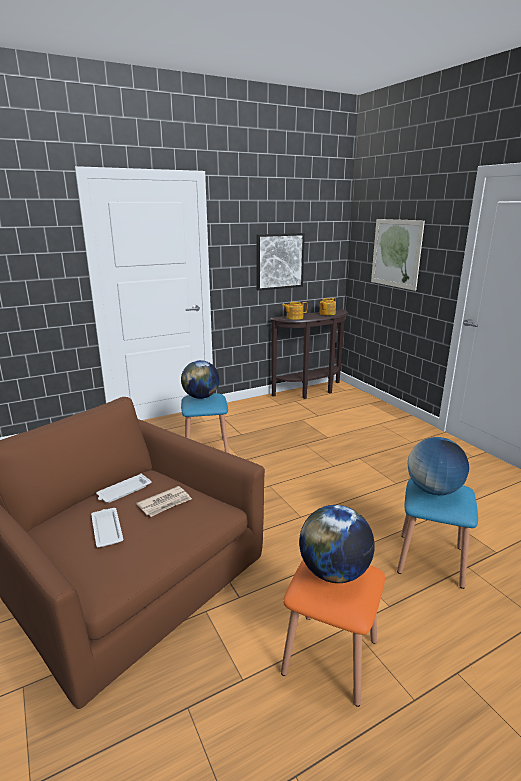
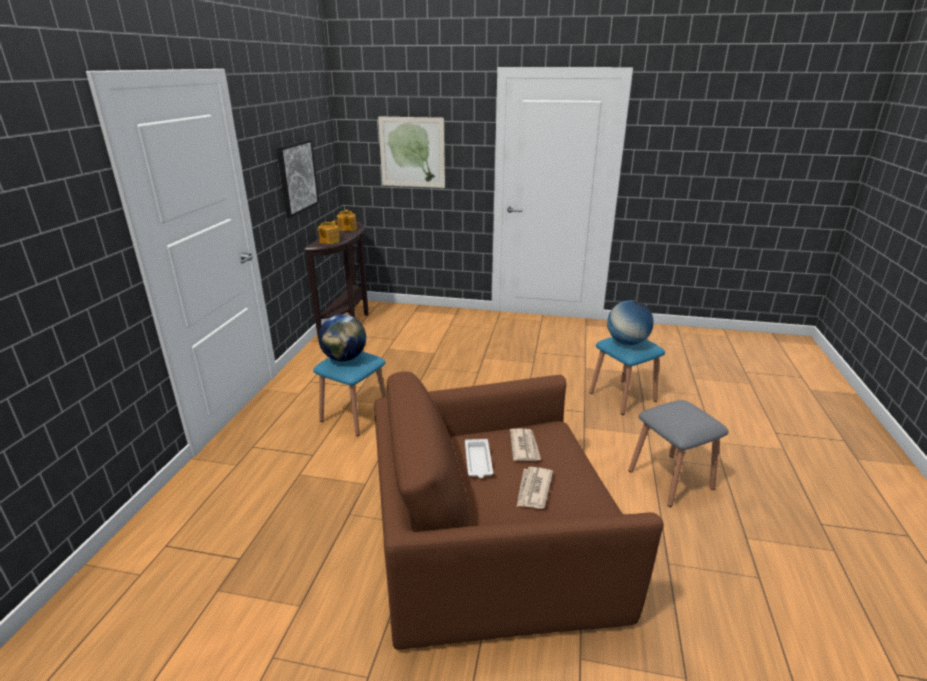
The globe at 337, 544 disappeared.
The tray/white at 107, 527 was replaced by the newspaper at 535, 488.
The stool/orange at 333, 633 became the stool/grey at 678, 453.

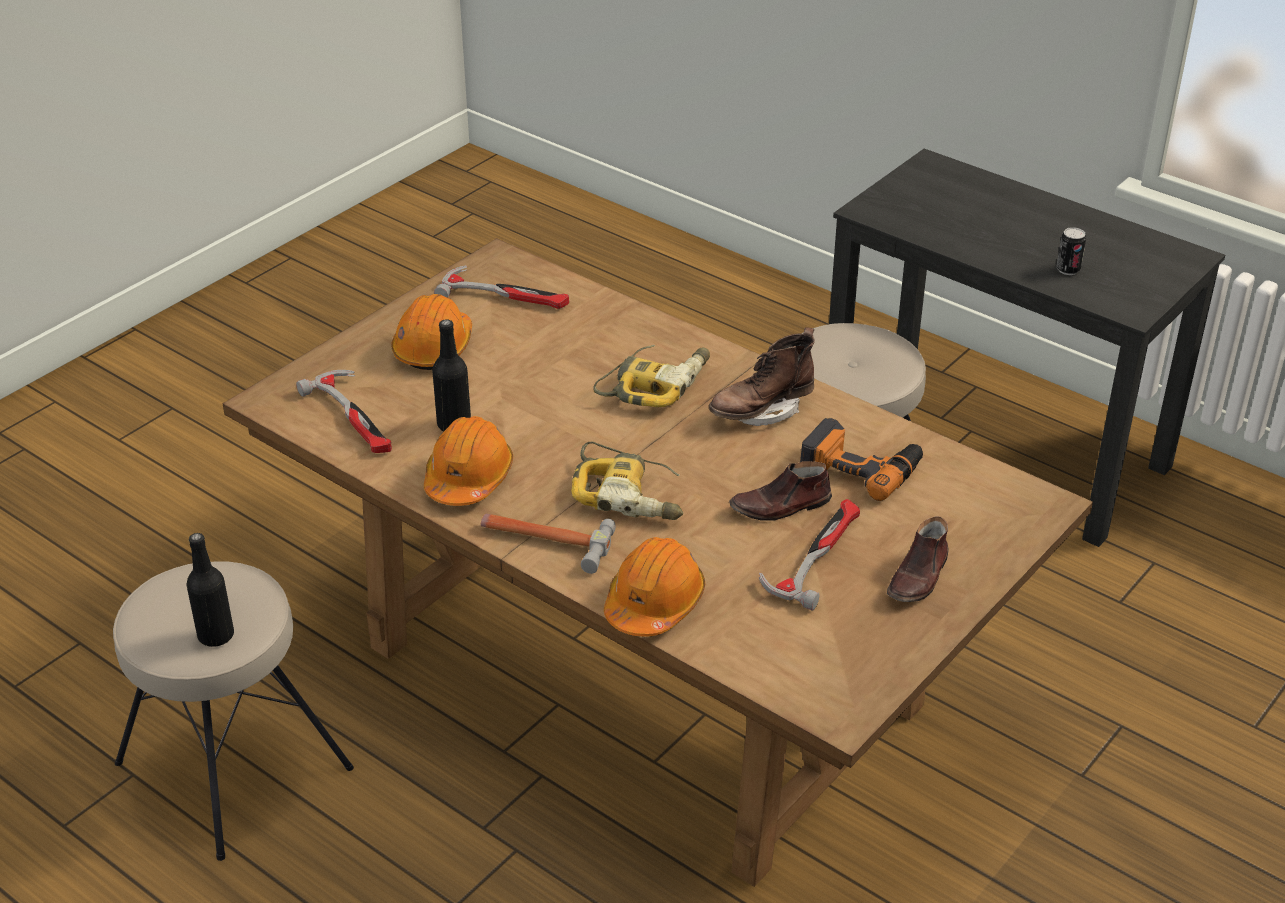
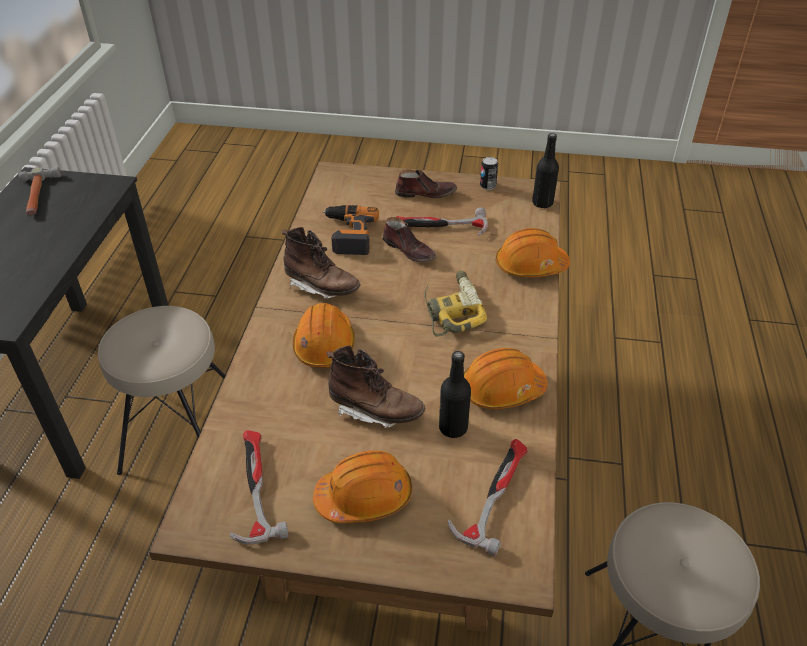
The boot/brown at 375, 387 appeared.
The bottle/black moved from 210, 590 to 545, 170.
The hammer moved from 548, 544 to 40, 191.
The can moved from 1071, 251 to 489, 173.
The power drill at 651, 376 was replaced by the hard hat/orange at 324, 335.

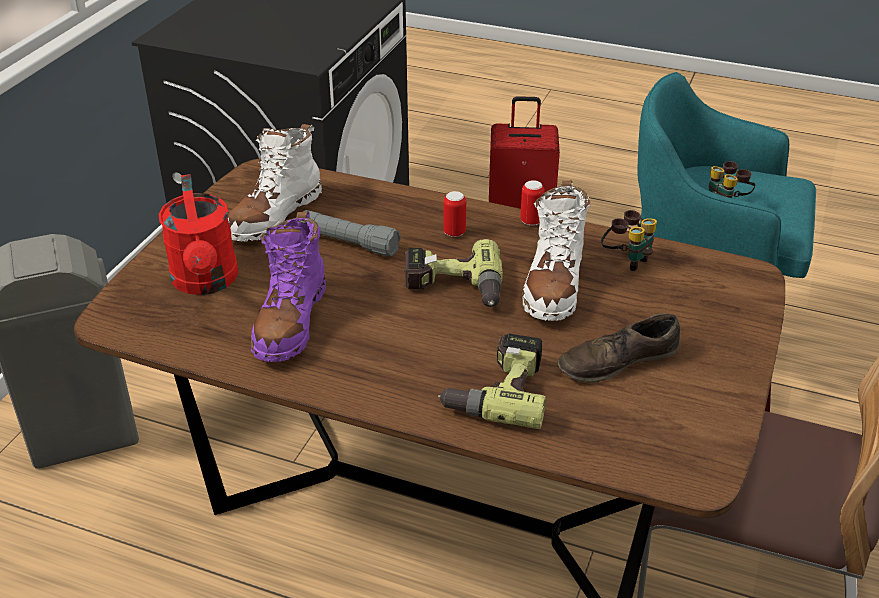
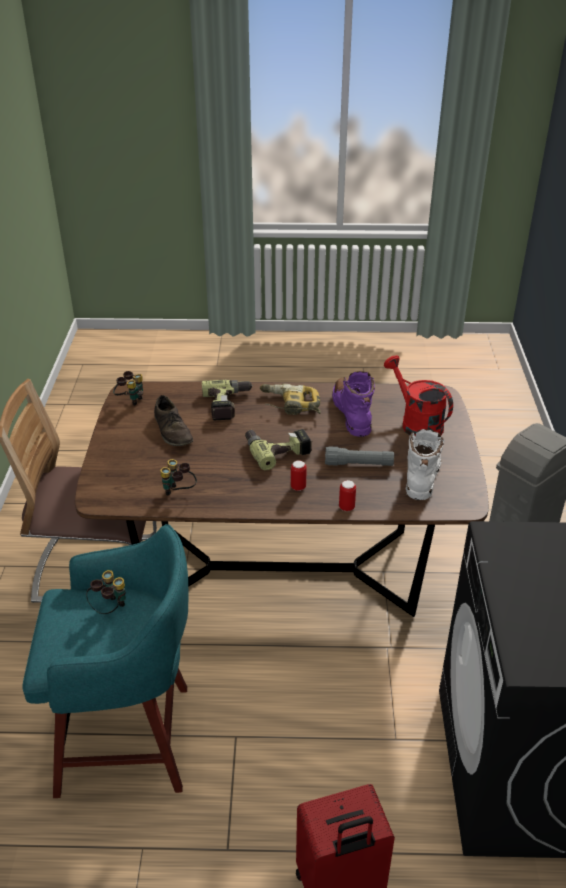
The boot/white at 556, 250 disappeared.
The binoculars at 128, 388 appeared.
The power drill at 290, 399 appeared.
The can moved from 532, 203 to 347, 495.
The shoe/brown at 618, 348 turned 105 degrees clockwise.

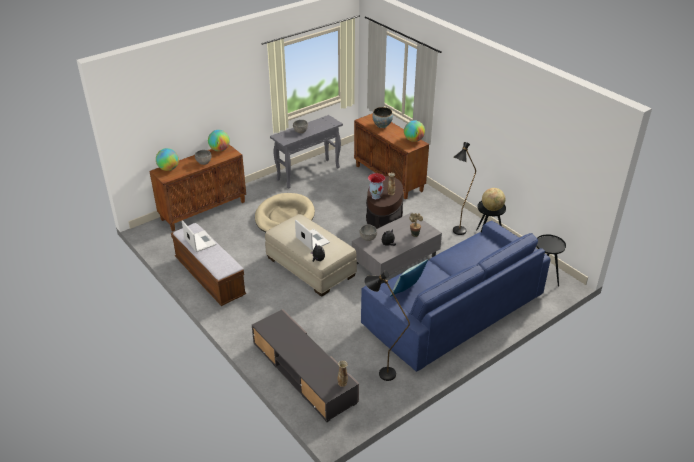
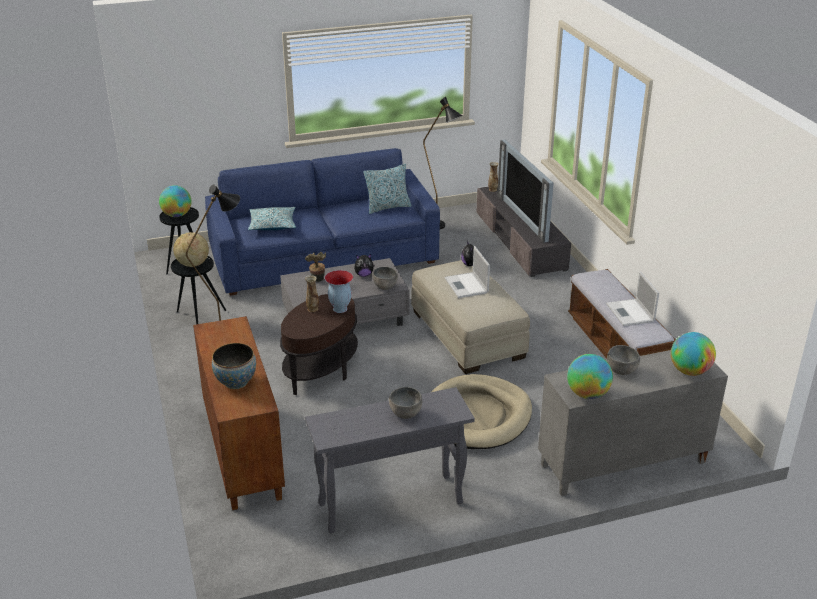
The pillow at 272, 218 appeared.
The television at 525, 191 appeared.
The globe moved from 414, 131 to 175, 201.
The cabinet/brown at 197, 188 became the cabinet/grey at 633, 423.

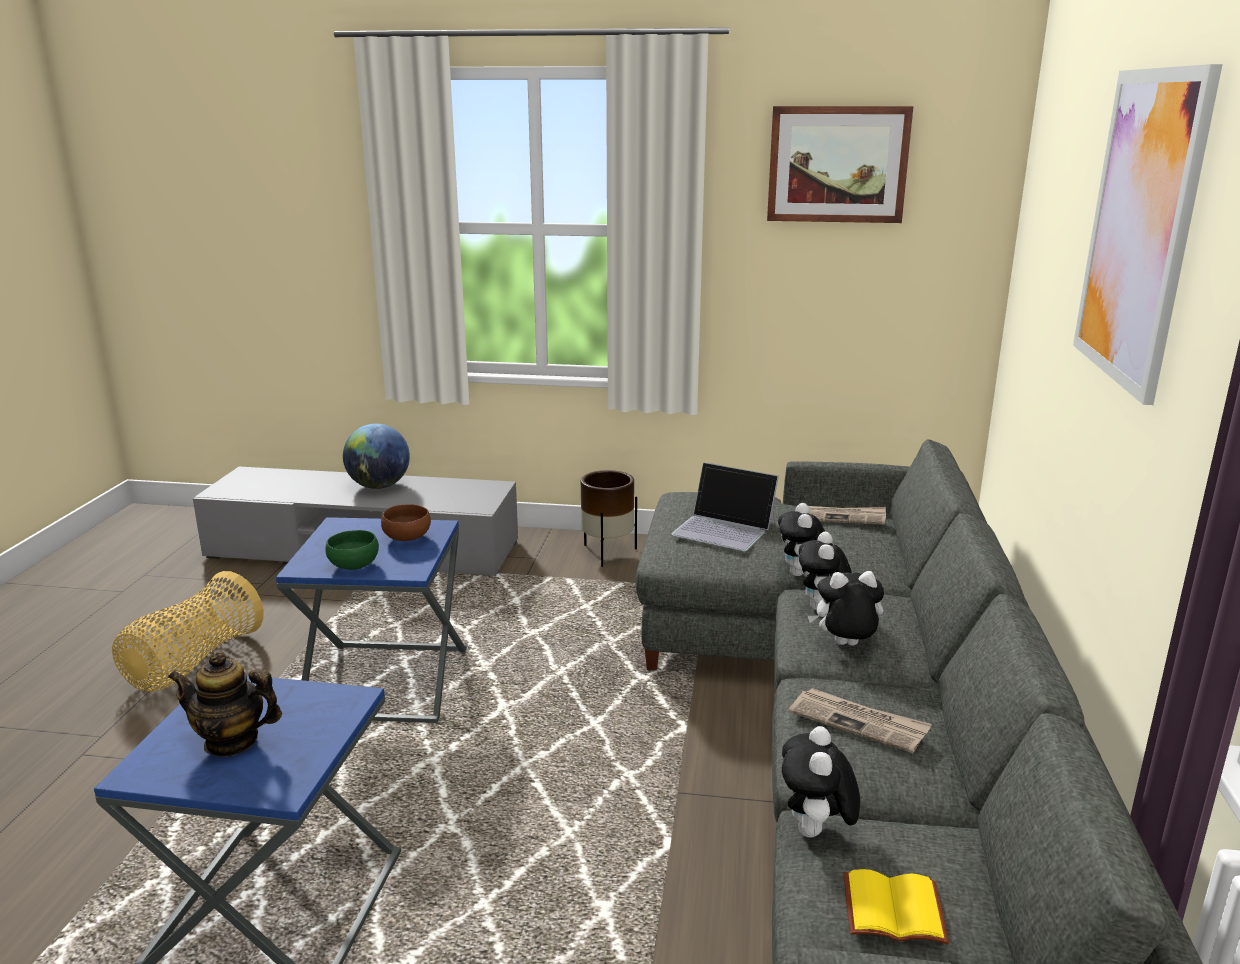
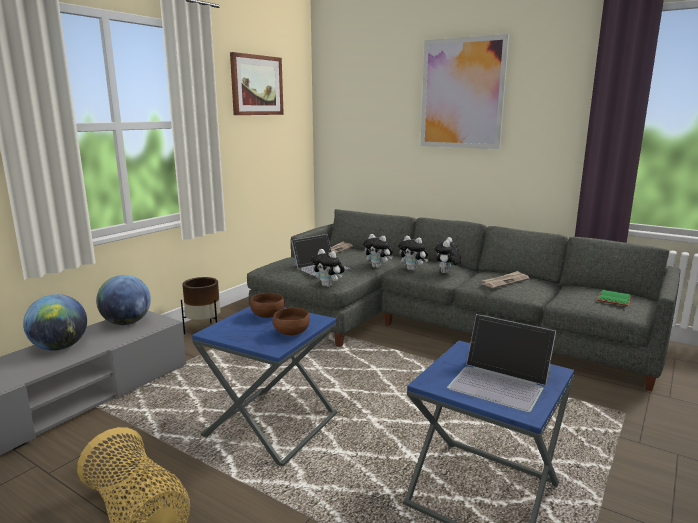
The globe at 123, 300 appeared.
The plush toy moved from 821, 782 to 328, 268.
The teapot at 225, 704 was replaced by the laptop at 501, 363.
The bowl/green at 352, 550 became the bowl/brown at 291, 321.
The book/yellow at 896, 906 became the book/green at 614, 298.

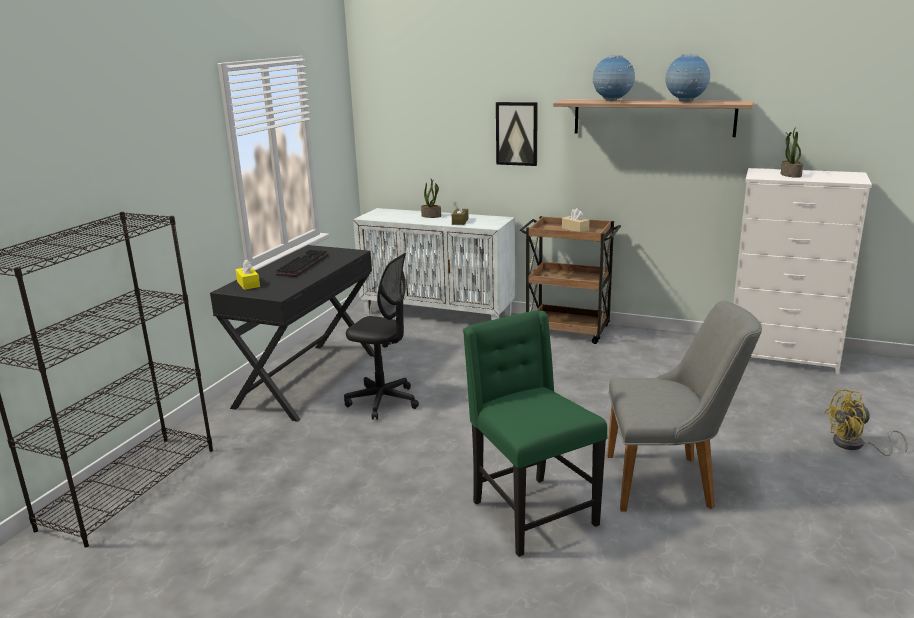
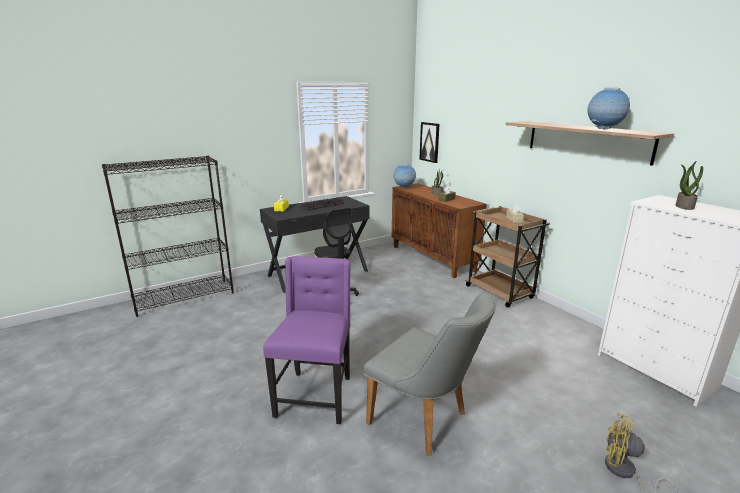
The picture moved from 517, 134 to 429, 142.
The globe moved from 614, 78 to 404, 175.
The cabinet/white at 434, 264 became the cabinet/brown at 439, 230.
The chair/green at 535, 434 became the chair/purple at 307, 340.

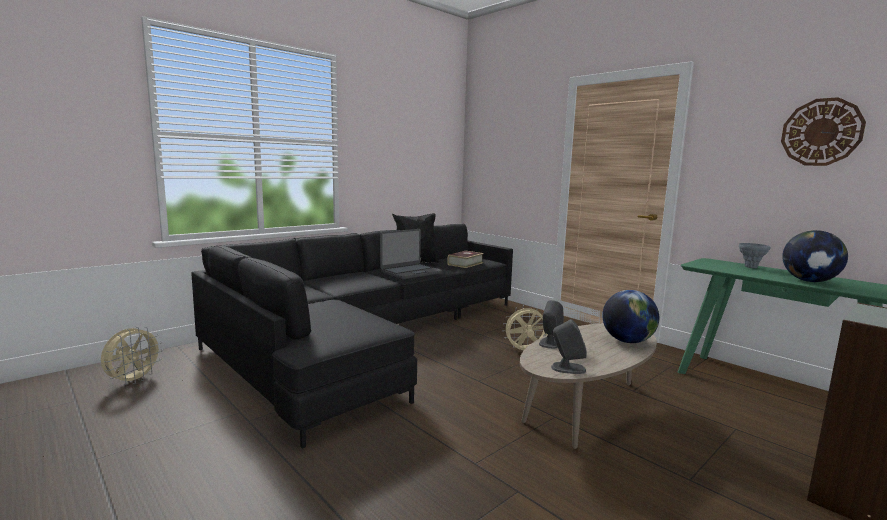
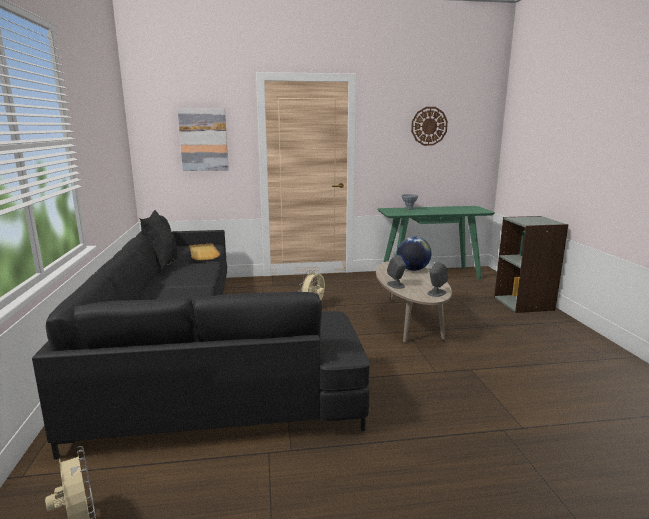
The laptop at 411, 254 disappeared.
The globe at 815, 256 disappeared.
The picture at 203, 139 appeared.
The book at 465, 259 was replaced by the tray/beige at 205, 251.

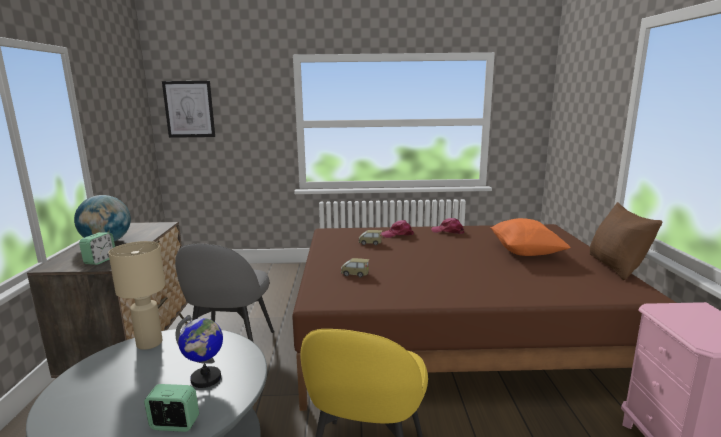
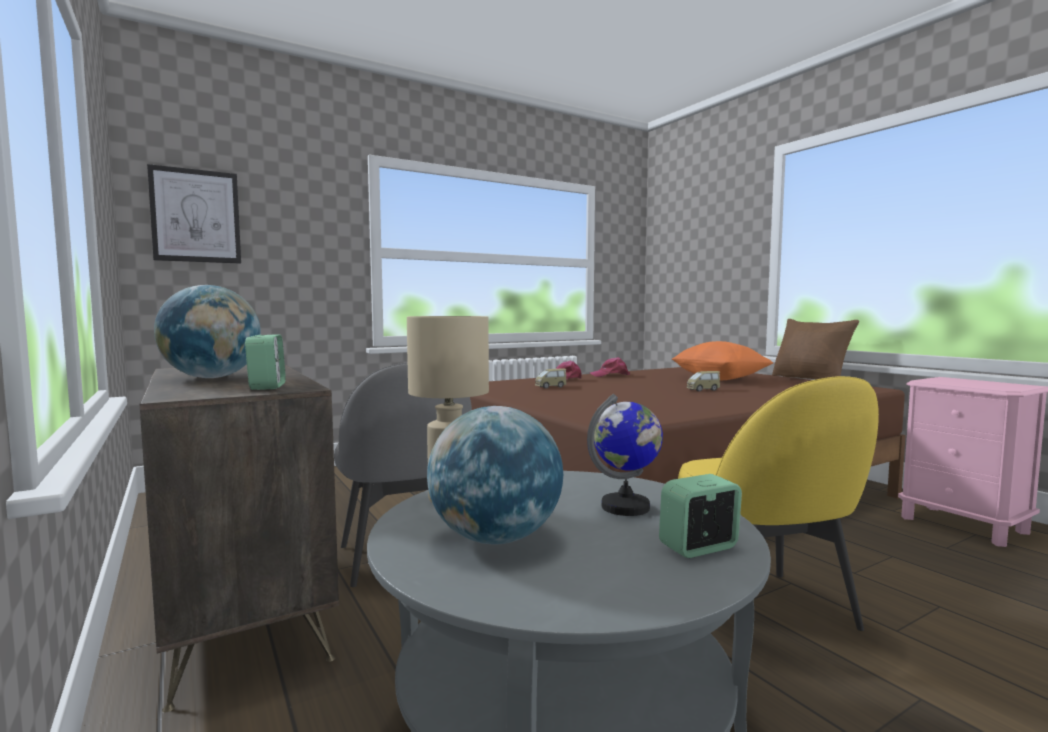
The globe at 495, 475 appeared.
The toy car moved from 355, 267 to 703, 381.

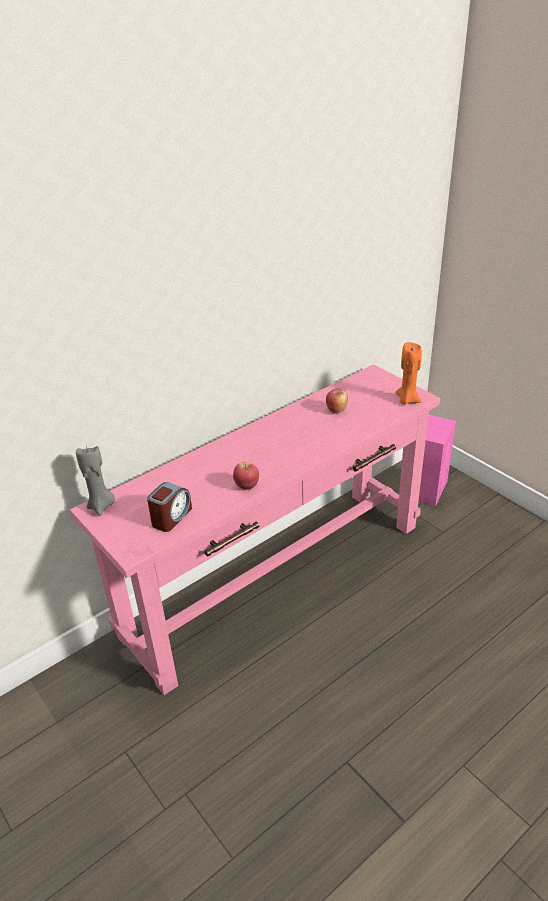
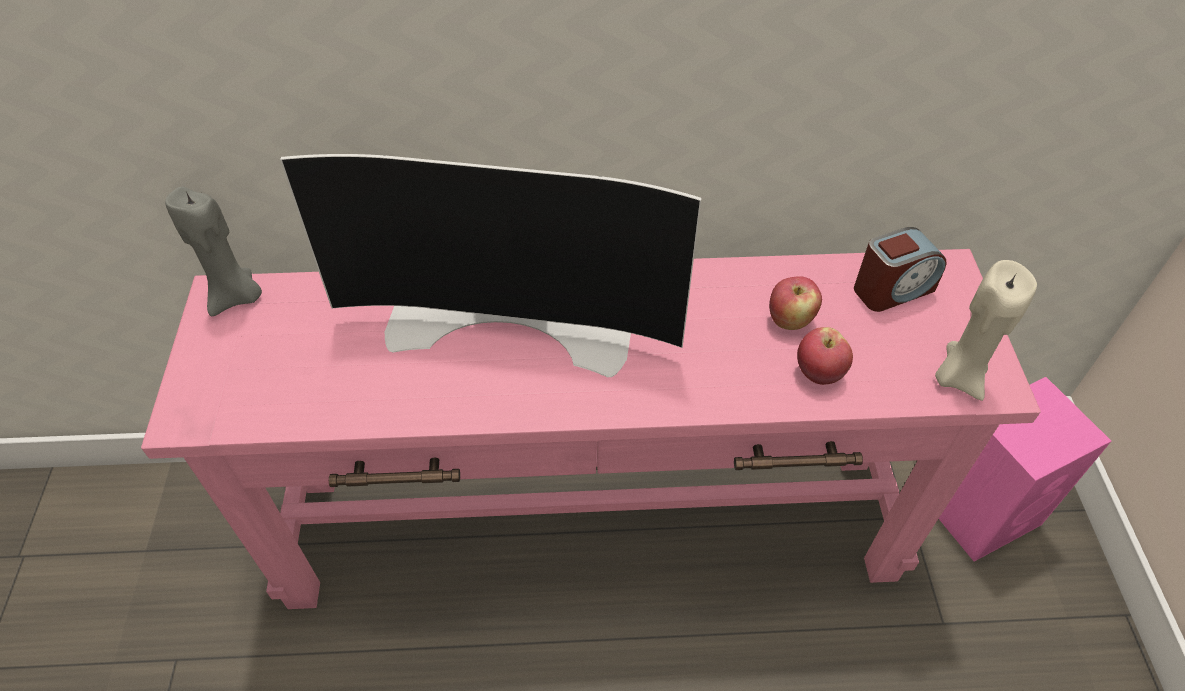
The television at 490, 265 appeared.
The alarm clock moved from 169, 507 to 900, 269.
The apple moved from 246, 476 to 825, 356.
The candle/orange at 408, 373 became the candle/beige at 986, 330.

